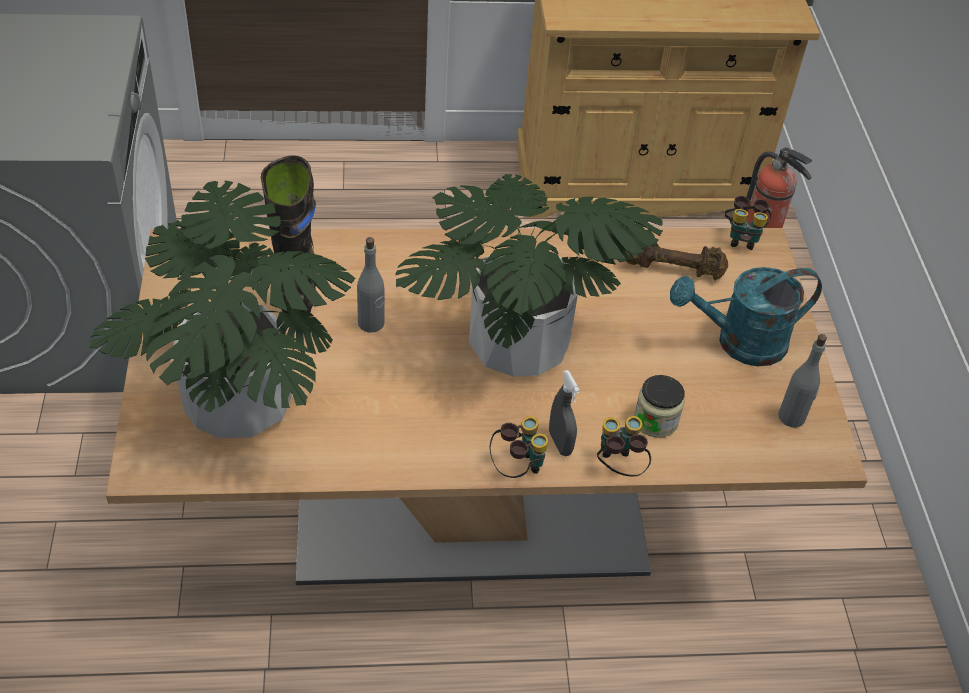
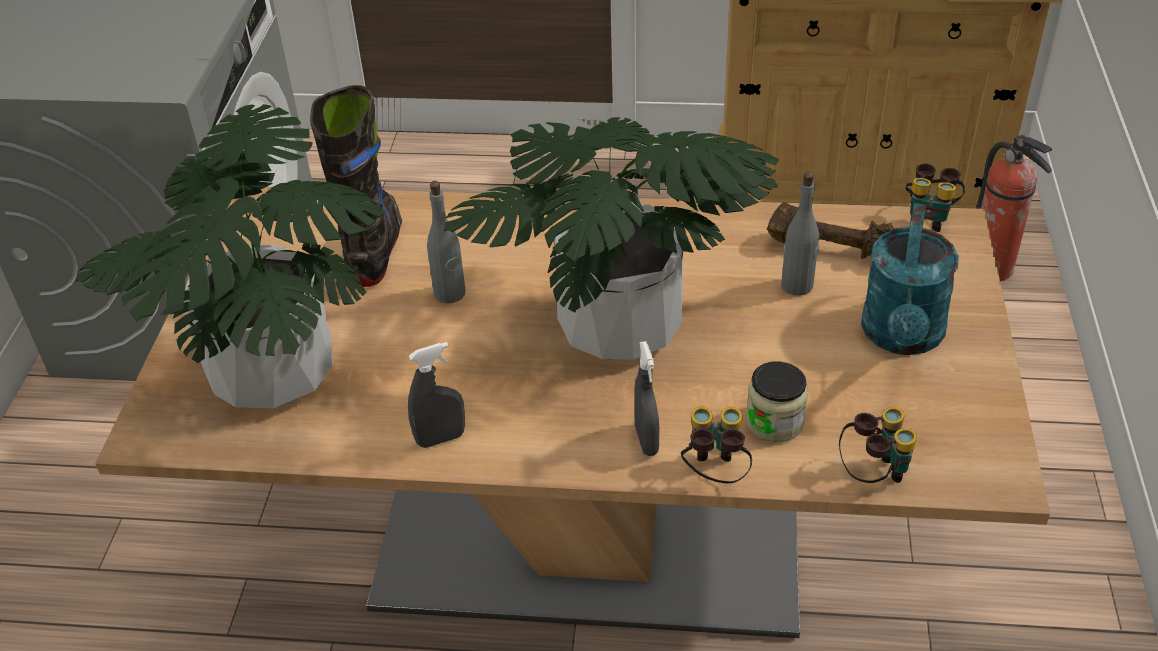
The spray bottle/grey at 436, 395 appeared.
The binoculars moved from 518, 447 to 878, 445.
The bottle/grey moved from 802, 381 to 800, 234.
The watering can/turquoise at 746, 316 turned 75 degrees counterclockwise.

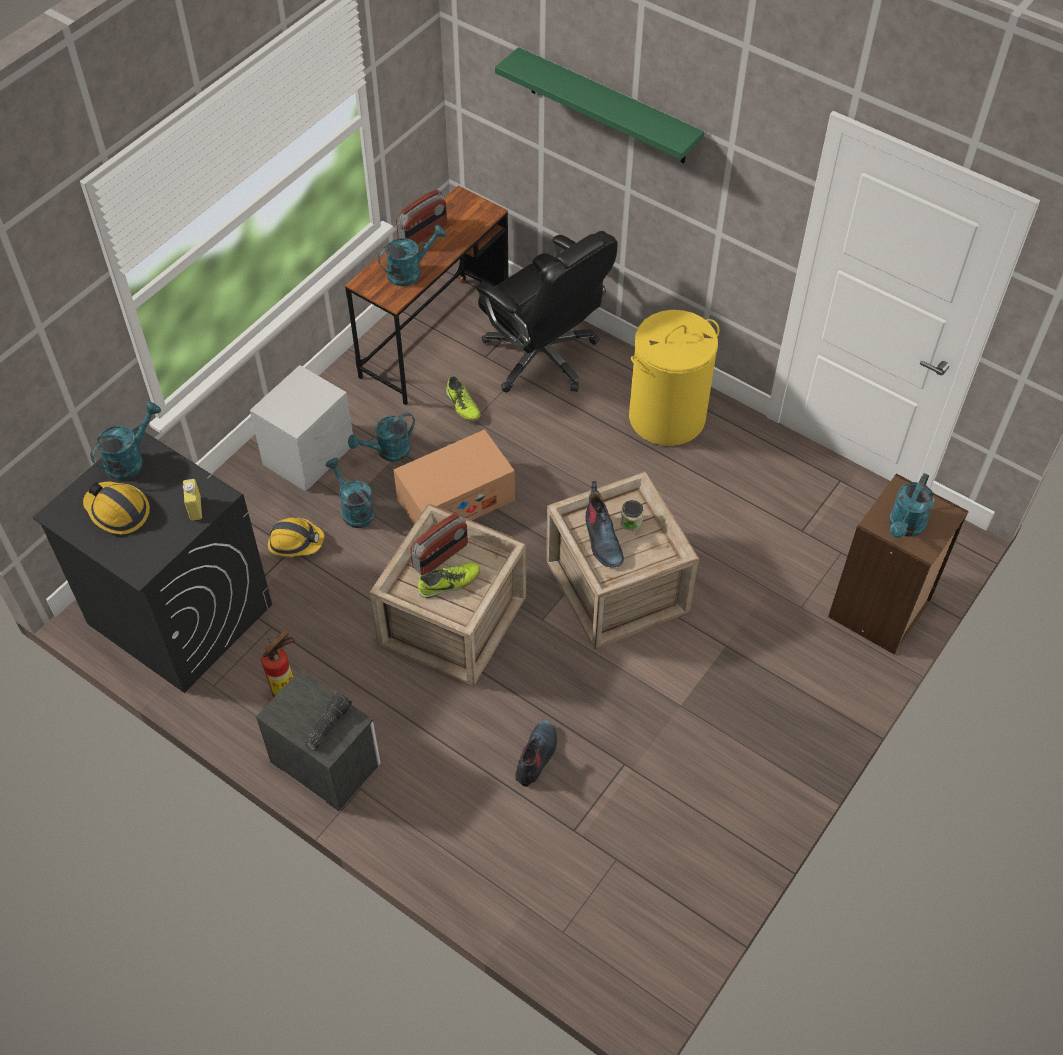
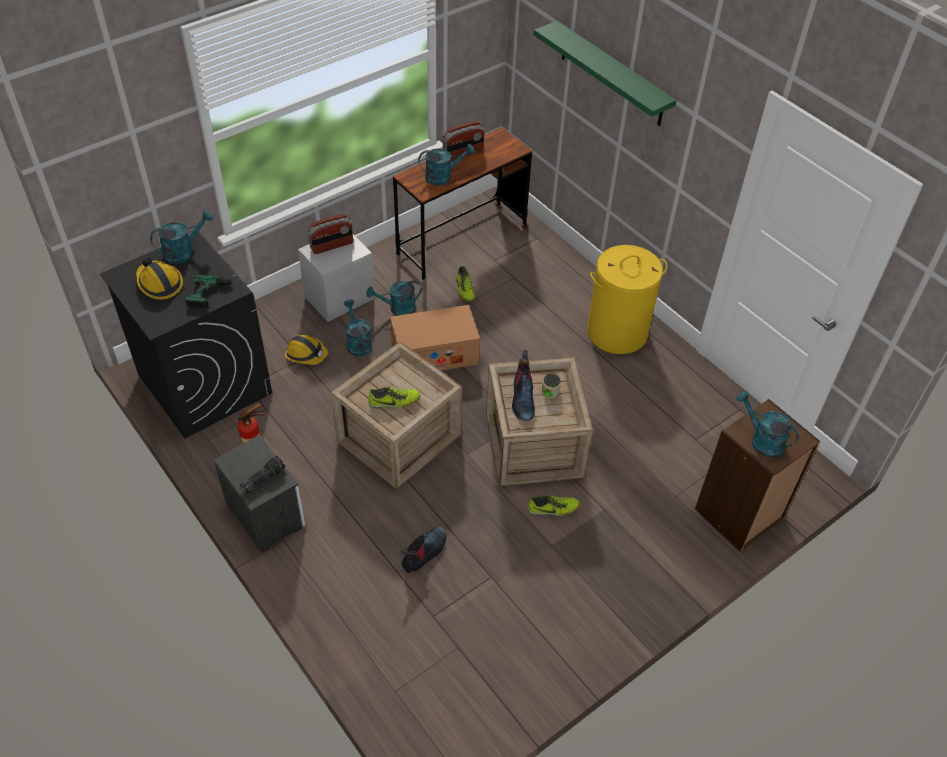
The office chair/black at 547, 311 disappeared.
The shoe at 554, 505 appeared.
The radio moved from 439, 543 to 330, 234.
The bottle/yellow at 192, 500 was replaced by the power drill at 213, 291.
The watering can/turquoise at 911, 505 turned 90 degrees clockwise.

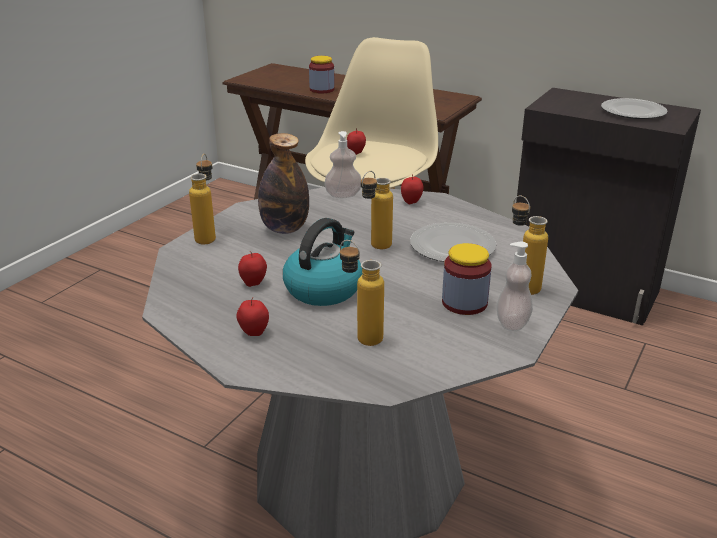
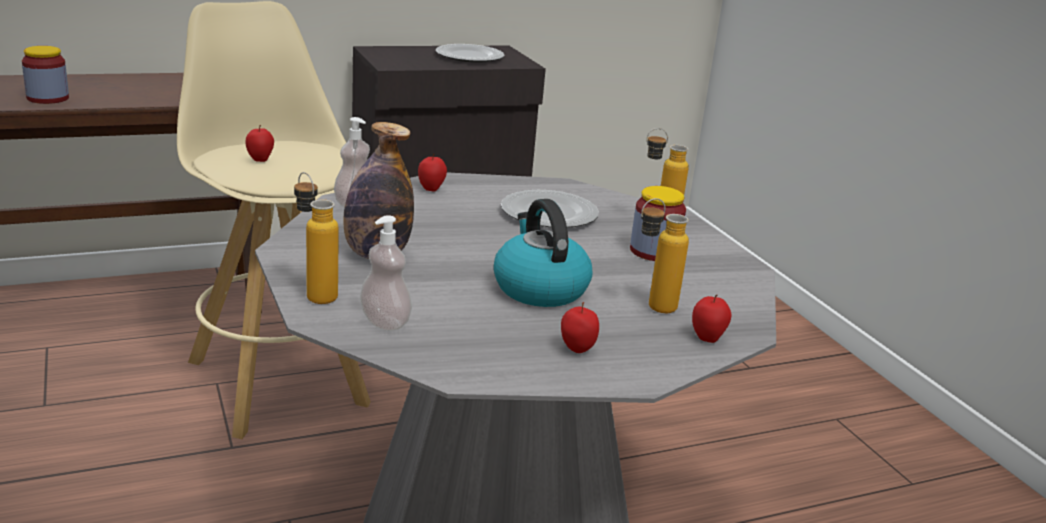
The bottle at 377, 210 disappeared.
The apple moved from 252, 269 to 711, 319.
The soap dispenser moved from 515, 286 to 386, 273.

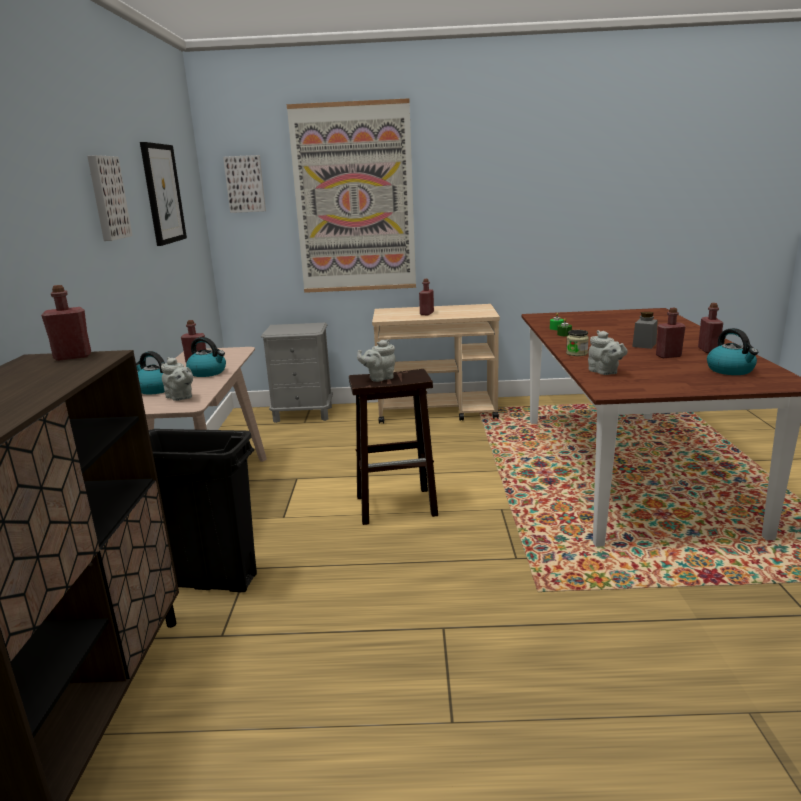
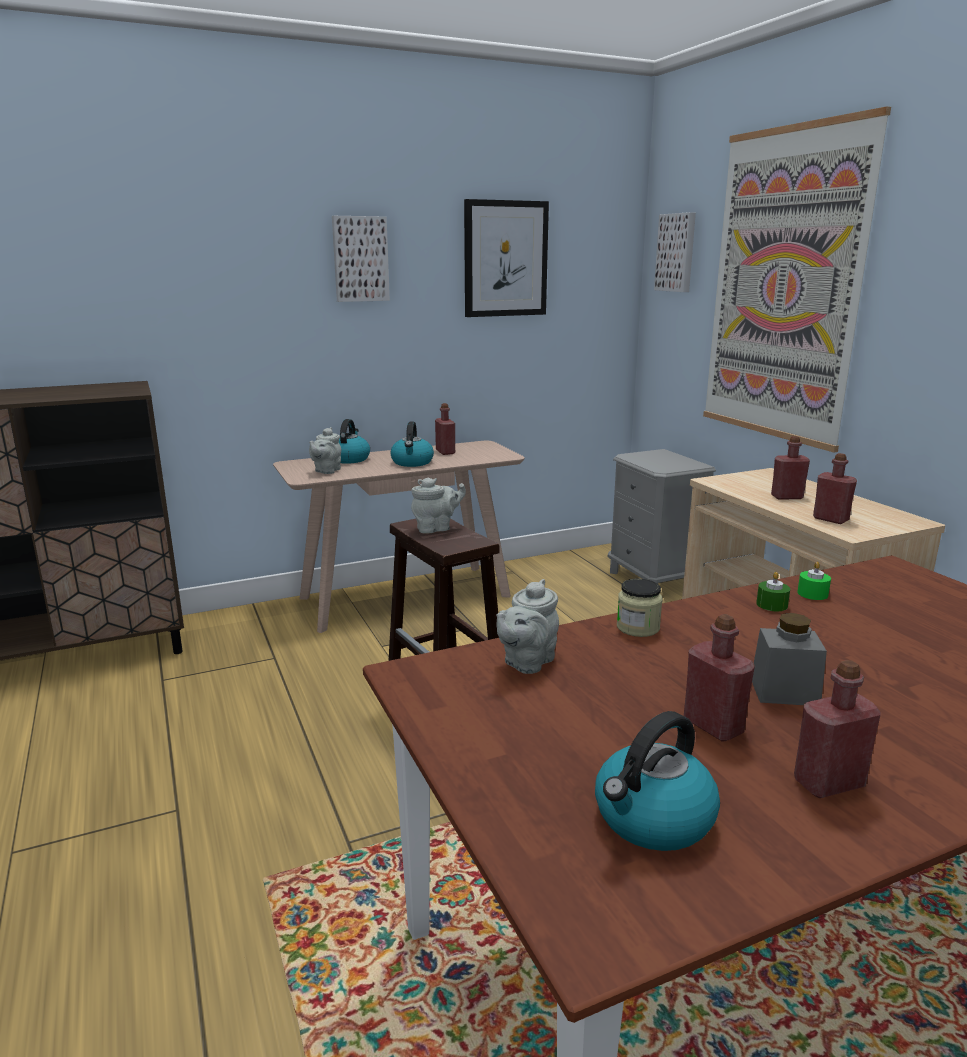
The trash can/black at 203, 510 disappeared.
The bottle/red moved from 66, 323 to 835, 488.
The teapot/grey at 376, 361 turned 120 degrees clockwise.

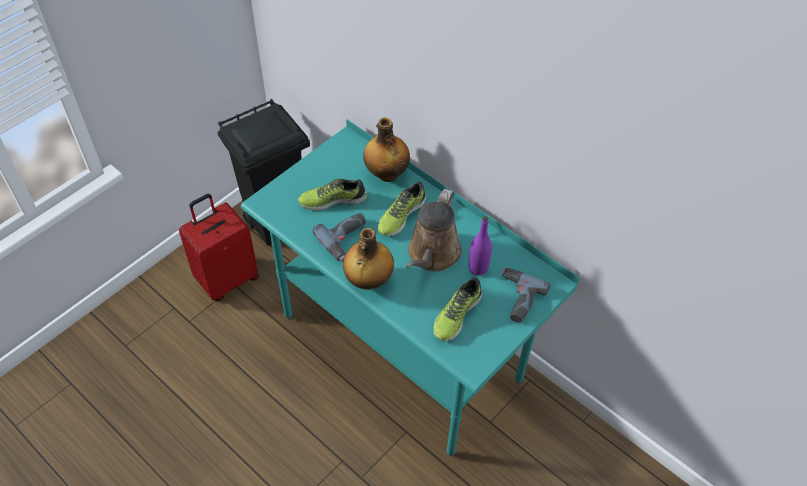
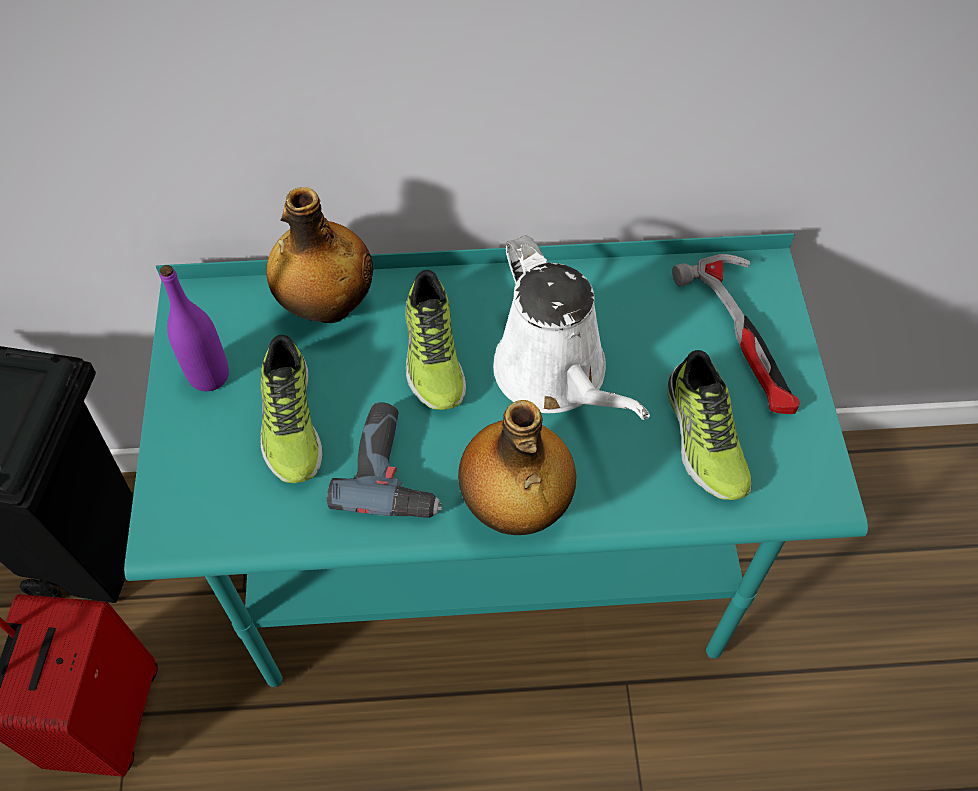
The bottle/purple moved from 480, 245 to 194, 328.
The power drill at 526, 295 was replaced by the hammer at 736, 334.
The watering can/brown at 434, 230 became the watering can/white at 571, 327.
The shoe at 332, 195 turned 45 degrees counterclockwise.

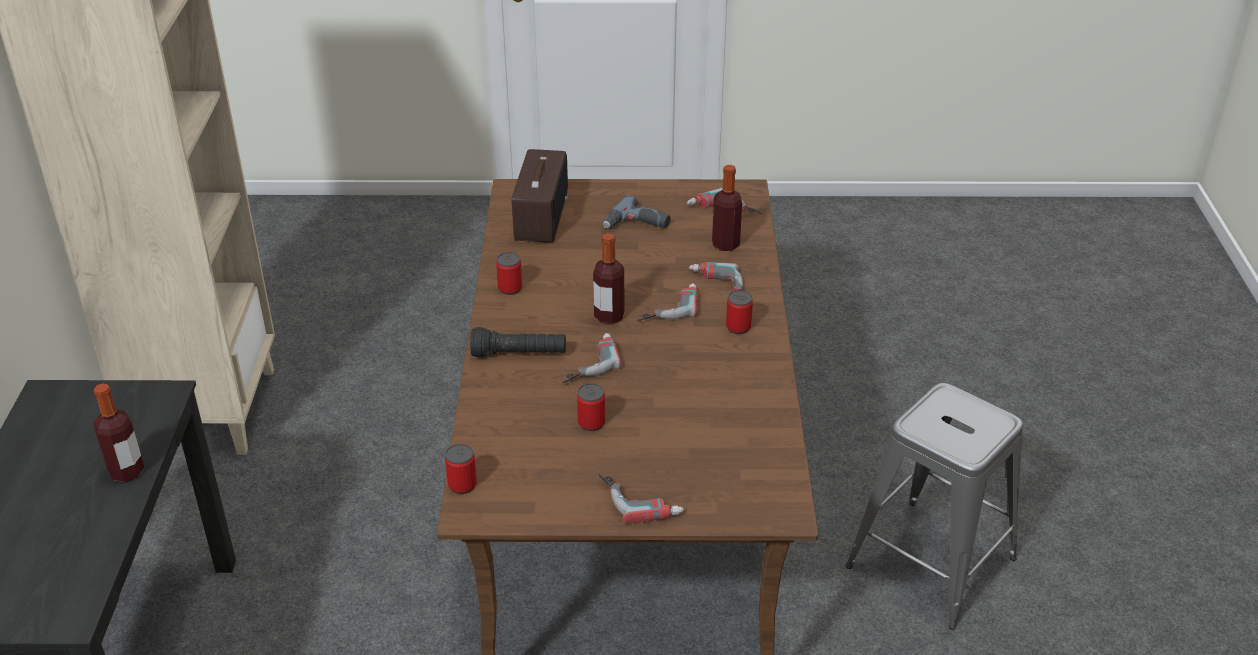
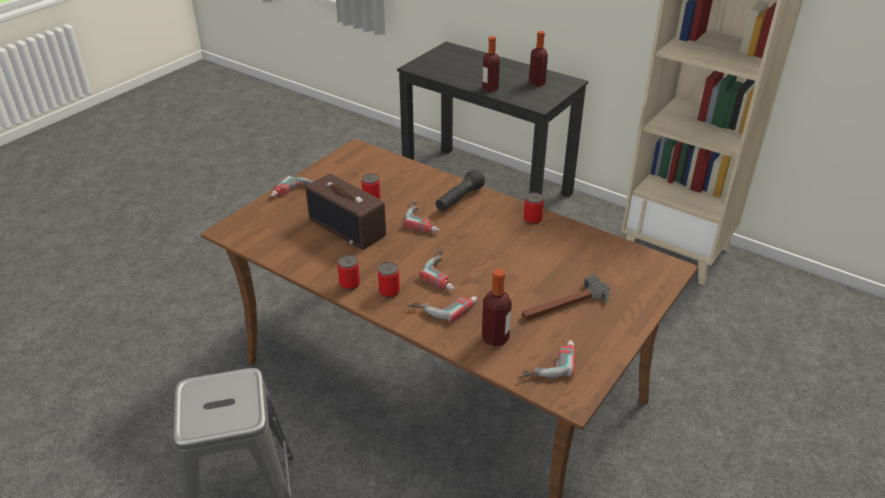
The can moved from 461, 469 to 348, 273.
The radio moved from 540, 196 to 345, 212.
The bottle moved from 608, 278 to 538, 58.
The power drill at 637, 212 was replaced by the hammer at 566, 298.

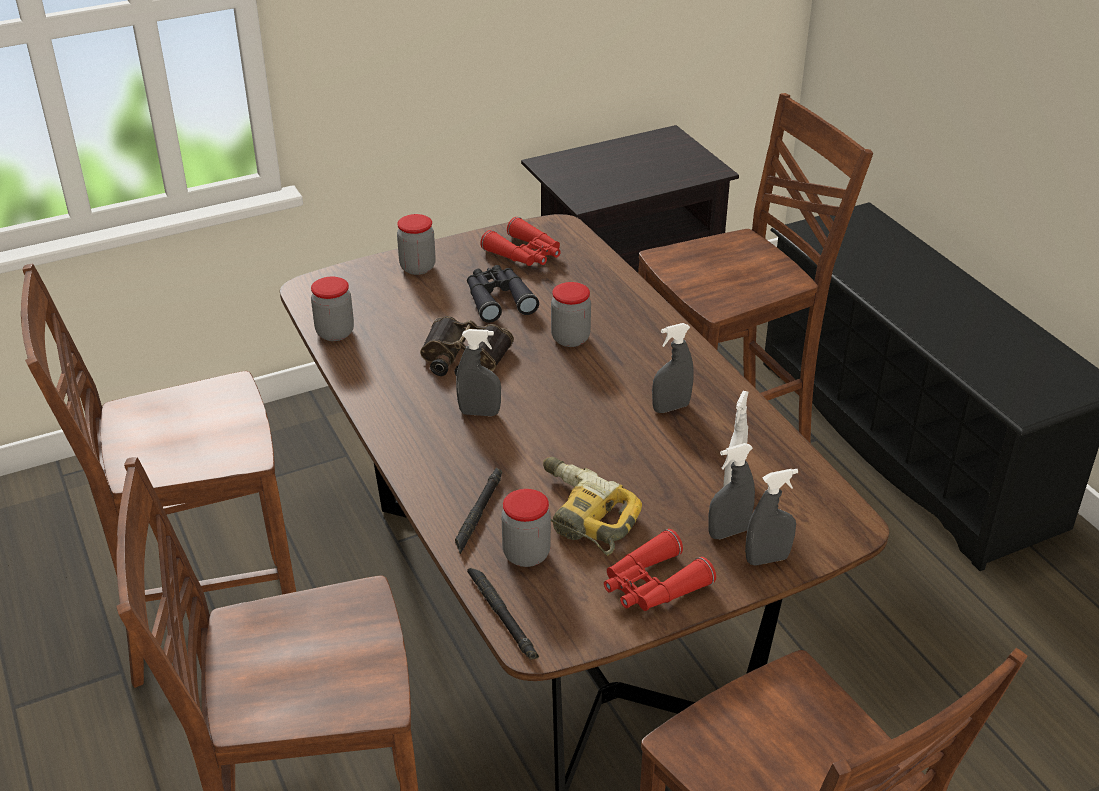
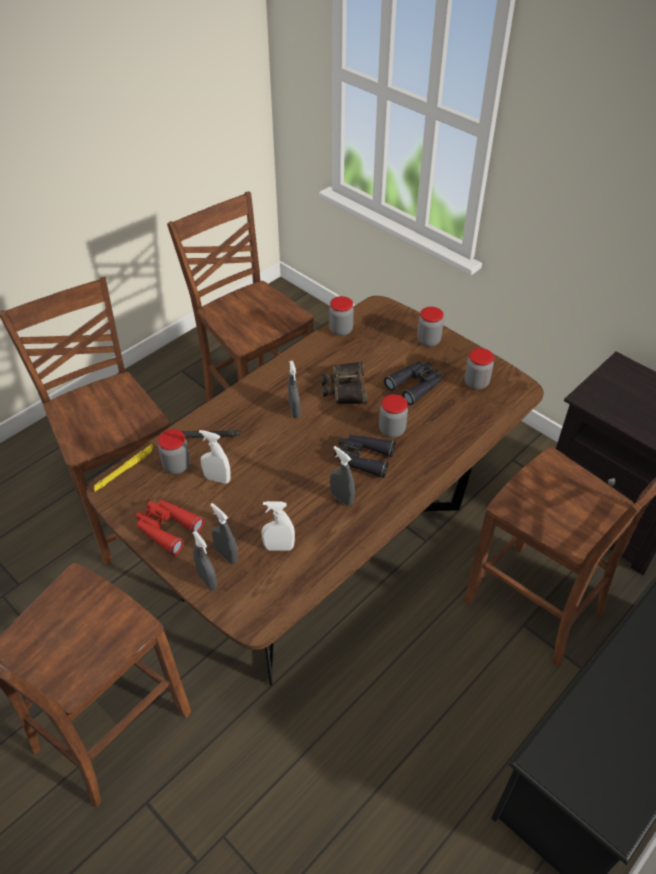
The binoculars/black at 365, 456 appeared.
The binoculars/red at 520, 241 was replaced by the jar at 479, 369.
The power drill at 592, 506 was replaced by the spray bottle/white at 215, 457.
The flashlight/black at 503, 613 became the flashlight/yellow at 123, 468.

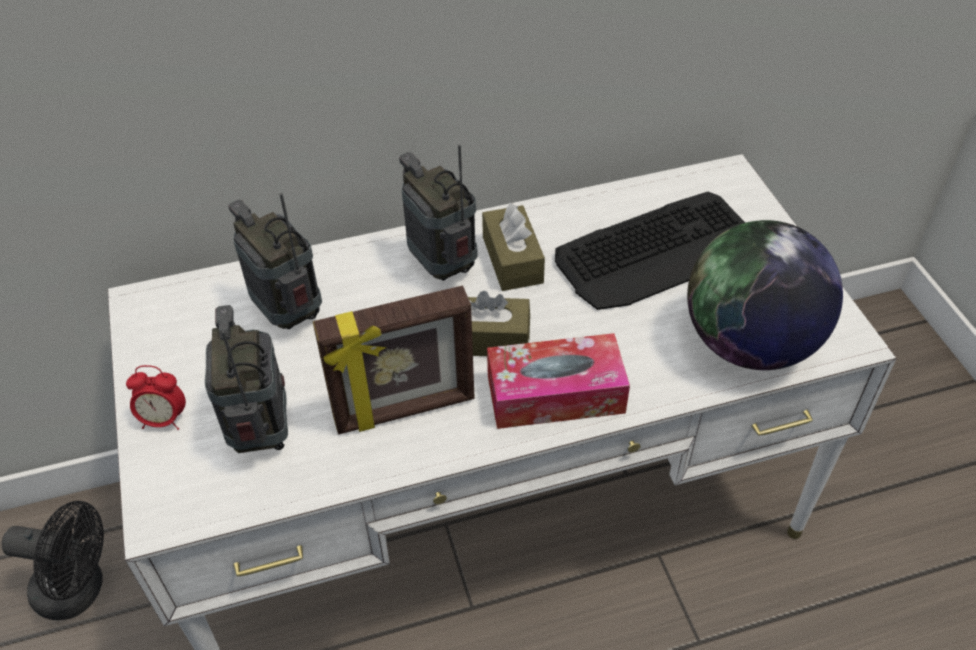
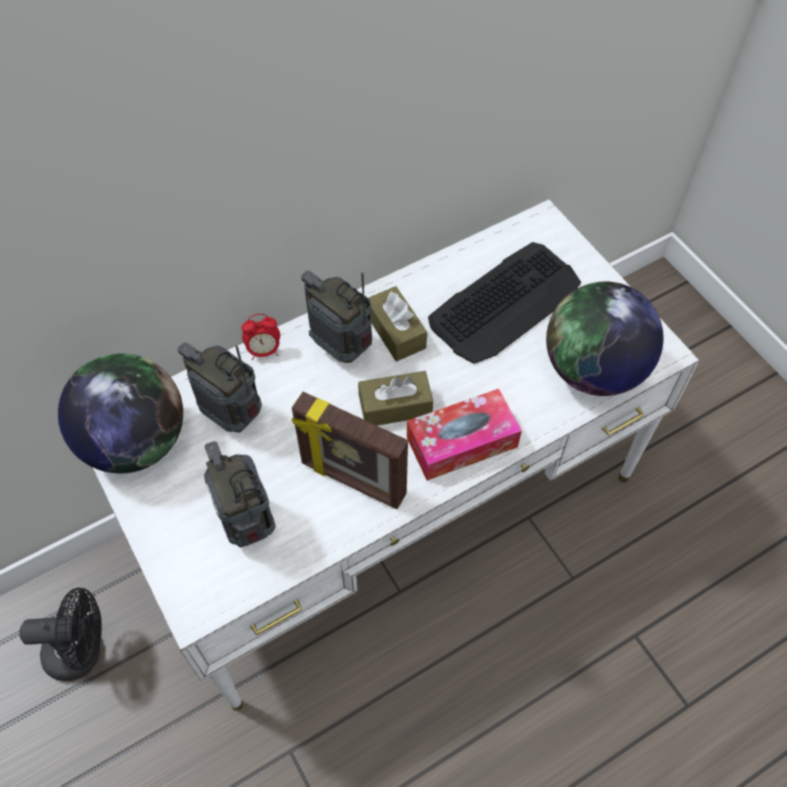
The globe at 120, 413 appeared.
The alarm clock moved from 156, 397 to 261, 337.
The picture frame at 394, 360 turned 60 degrees clockwise.

